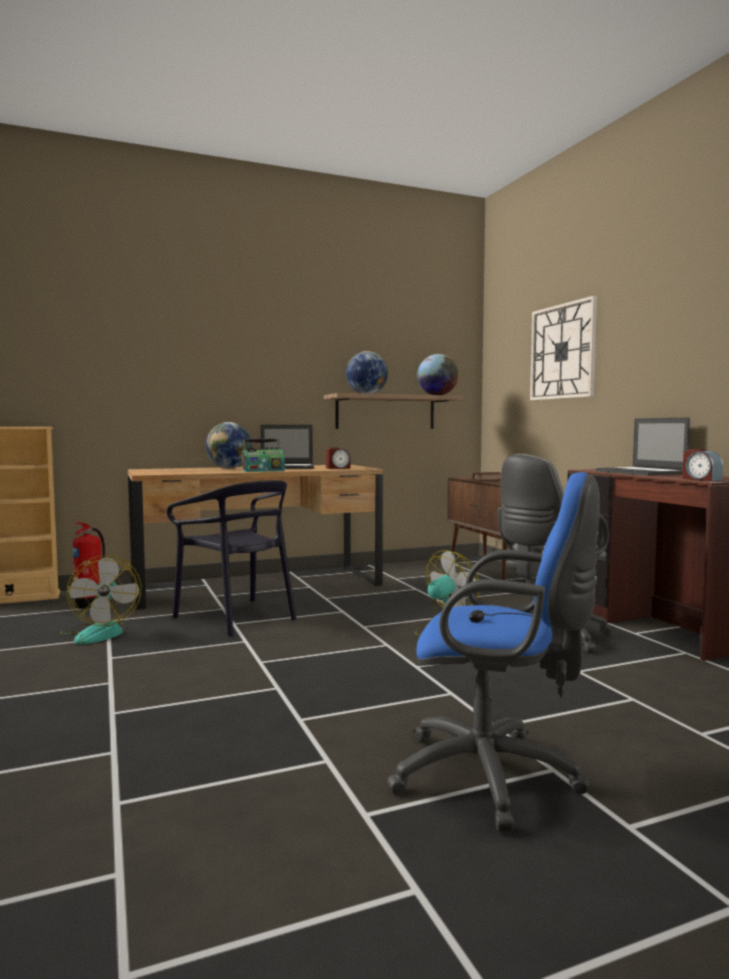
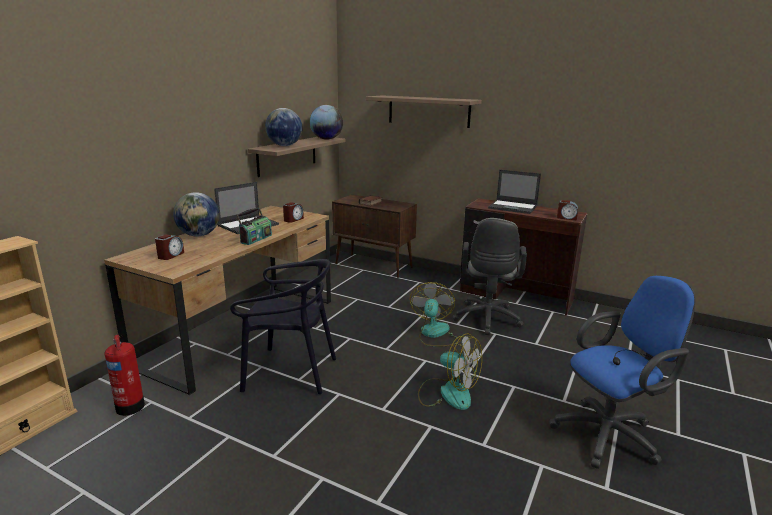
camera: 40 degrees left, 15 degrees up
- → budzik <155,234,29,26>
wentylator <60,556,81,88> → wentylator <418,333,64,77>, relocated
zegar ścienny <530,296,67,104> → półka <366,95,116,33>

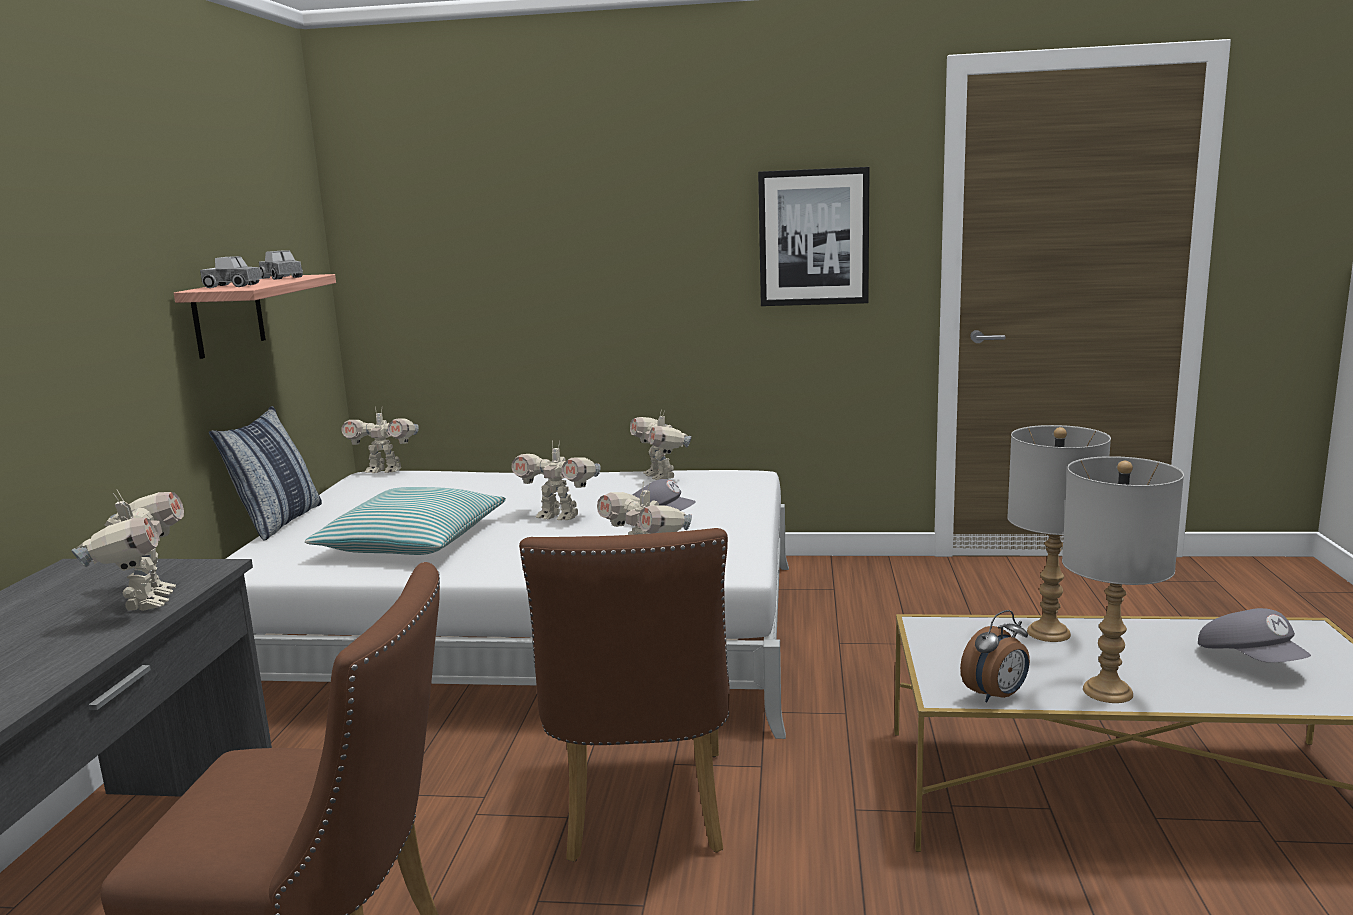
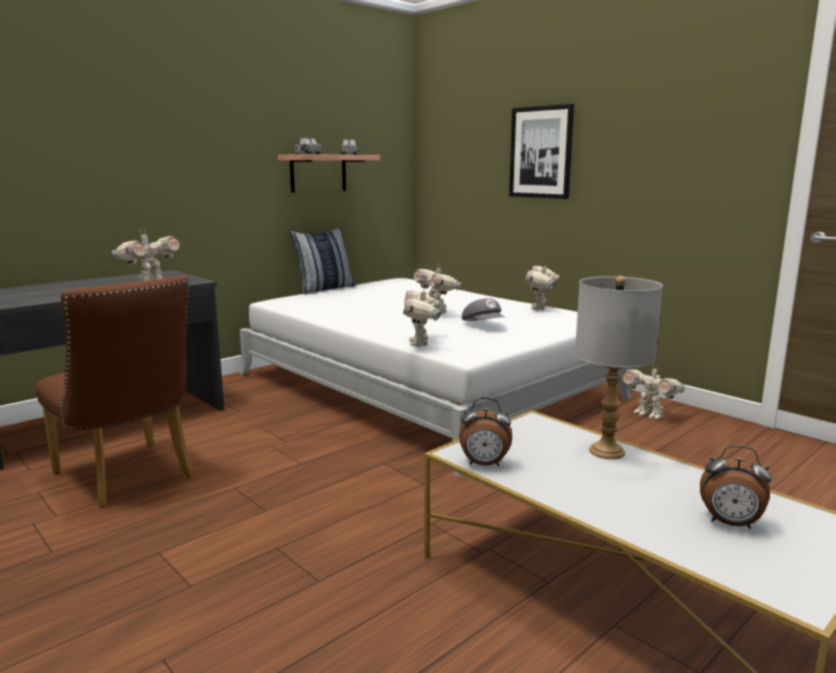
camera: 40 degrees right, 0 degrees up
poduszka <305,487,201,68> → -
krzesło/brązowy <519,528,211,334> → -
lampa stołowa/szary <1062,456,122,247> → -
robot zabawkowy <342,407,77,66> → robot zabawkowy <622,364,63,55>, relocated
obraz <758,167,112,139> → obraz <509,104,65,95>, relocated
czapka z daszkiem/szary <1198,608,113,55> → budzik <700,445,72,84>

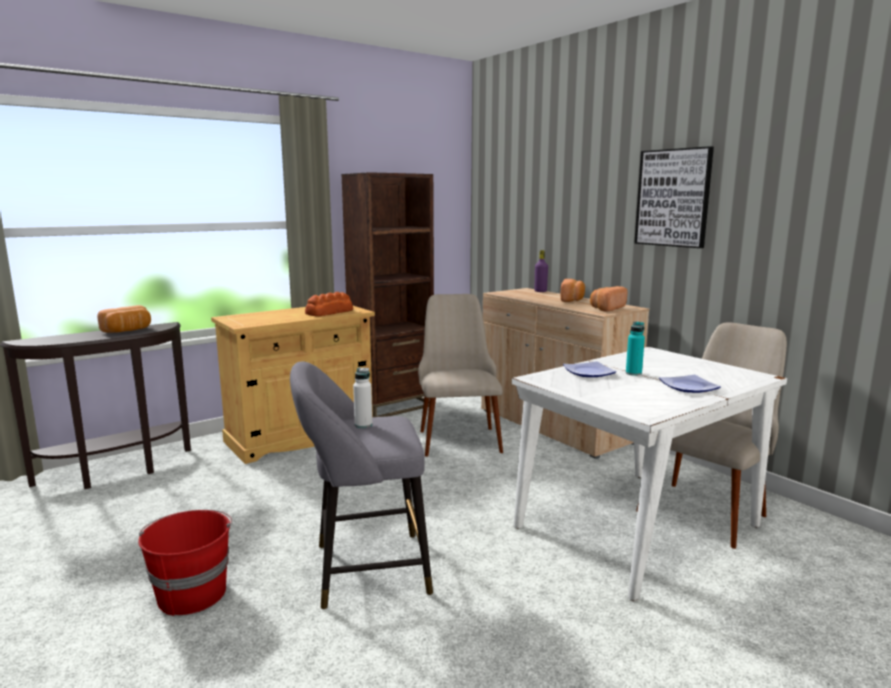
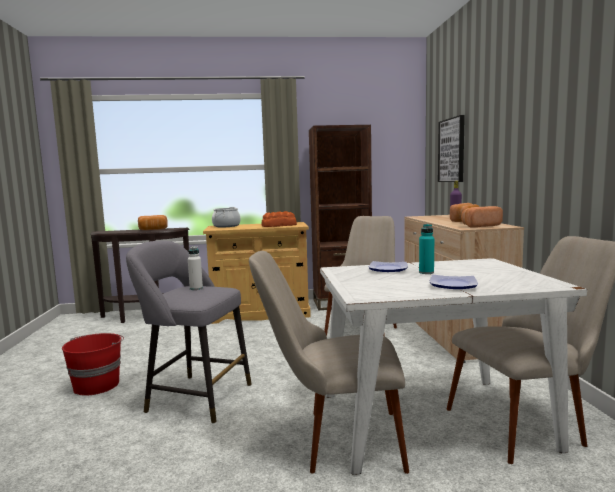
camera: 30 degrees right, 5 degrees down
- → garnek <212,207,29,20>
- → krzesło/beżowy <249,251,160,223>
obraz <634,146,80,102> → obraz <438,115,27,67>, relocated

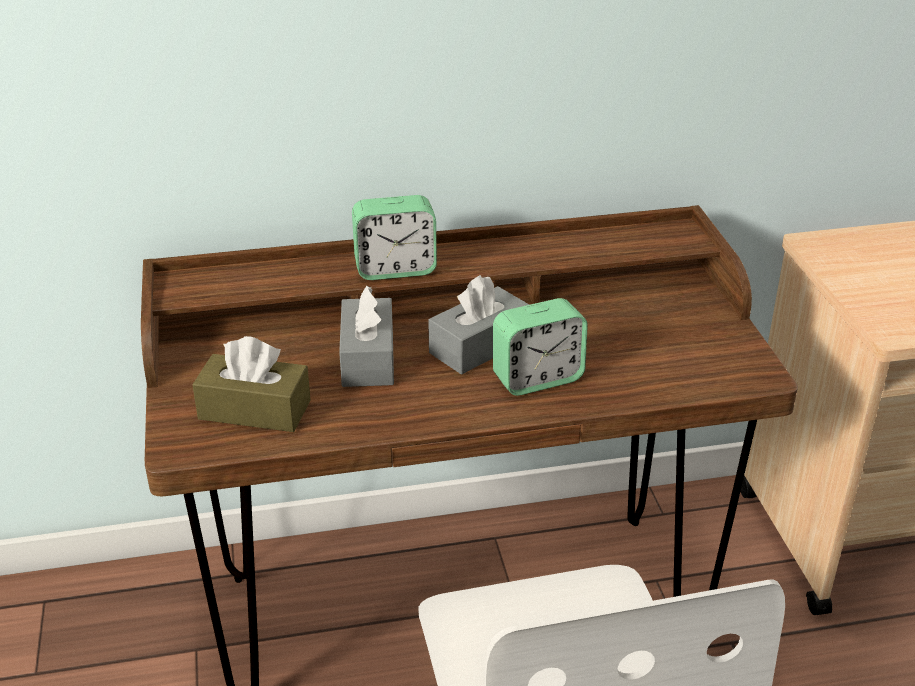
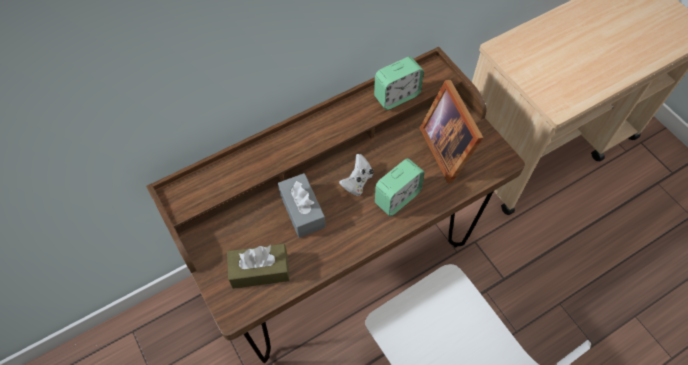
camera: 20 degrees left, 25 degrees up
- → ramka na zdjęcie <420,80,63,103>
budzik <352,195,85,85> → budzik <374,57,50,53>, relocated
pudełko chusteczek/szary <428,275,101,100> → pad do gier/biały <339,154,35,42>

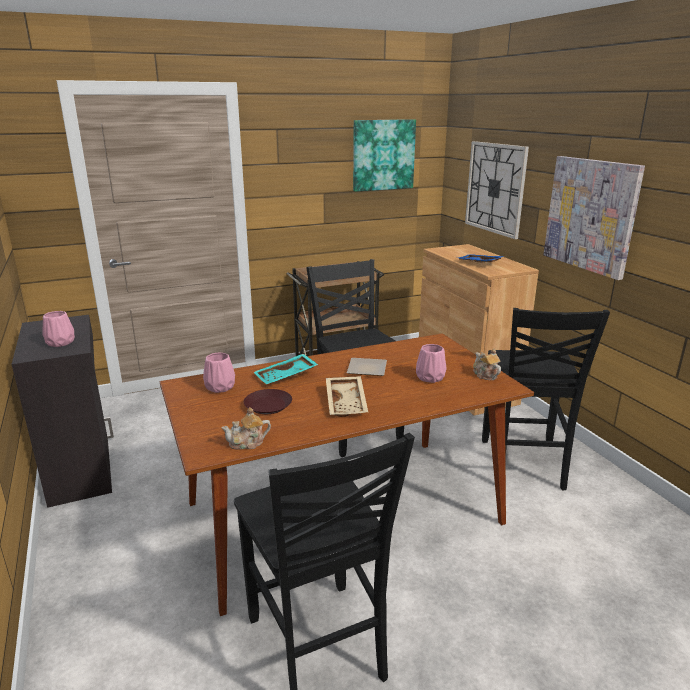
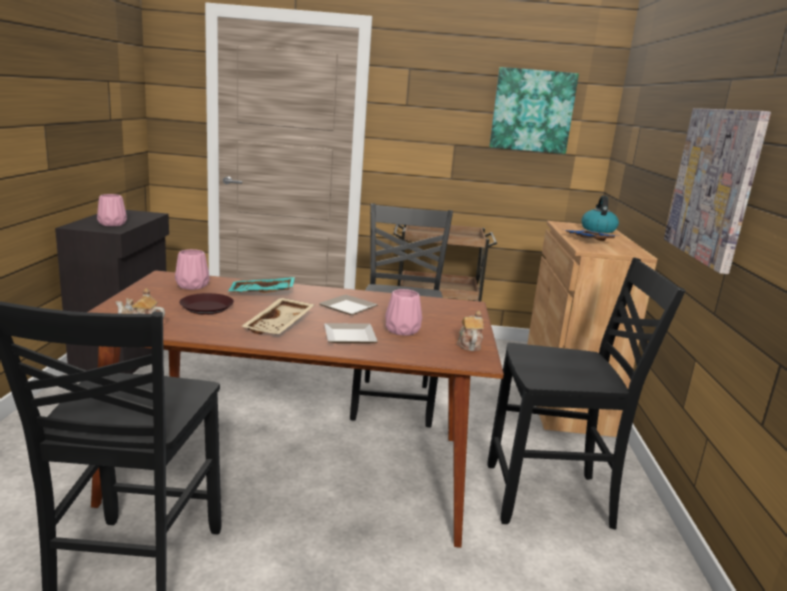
camera: 25 degrees right, 5 degrees down
zegar ścienny <465,141,64,98> → -
- → talerz <324,323,54,20>
- → czajnik <581,196,38,37>
krzesło/czarny <482,308,128,183> → krzesło/czarny <488,257,198,273>, 120 degrees counterclockwise

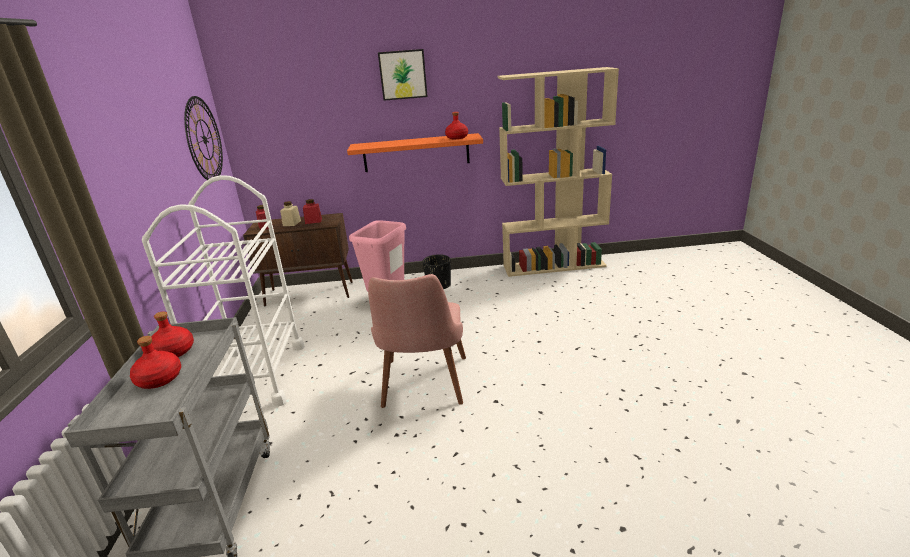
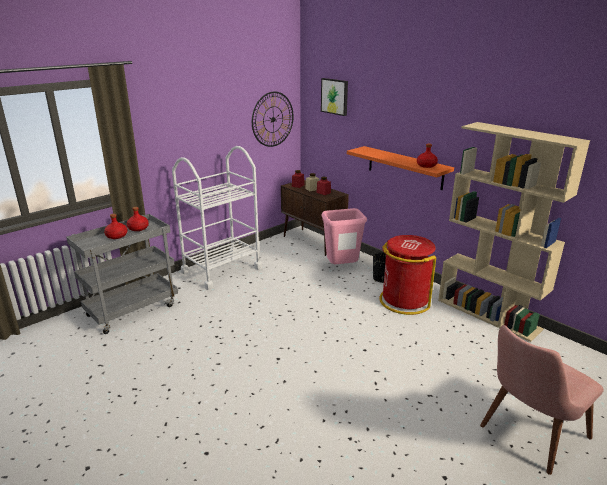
camera: 50 degrees right, 0 degrees up
- → kosz na śmieci/czerwony <379,235,57,80>
krzesło/różowy <368,274,98,134> → krzesło/różowy <480,325,124,150>, relocated
obraz <378,49,50,52> → obraz <321,78,27,38>, relocated

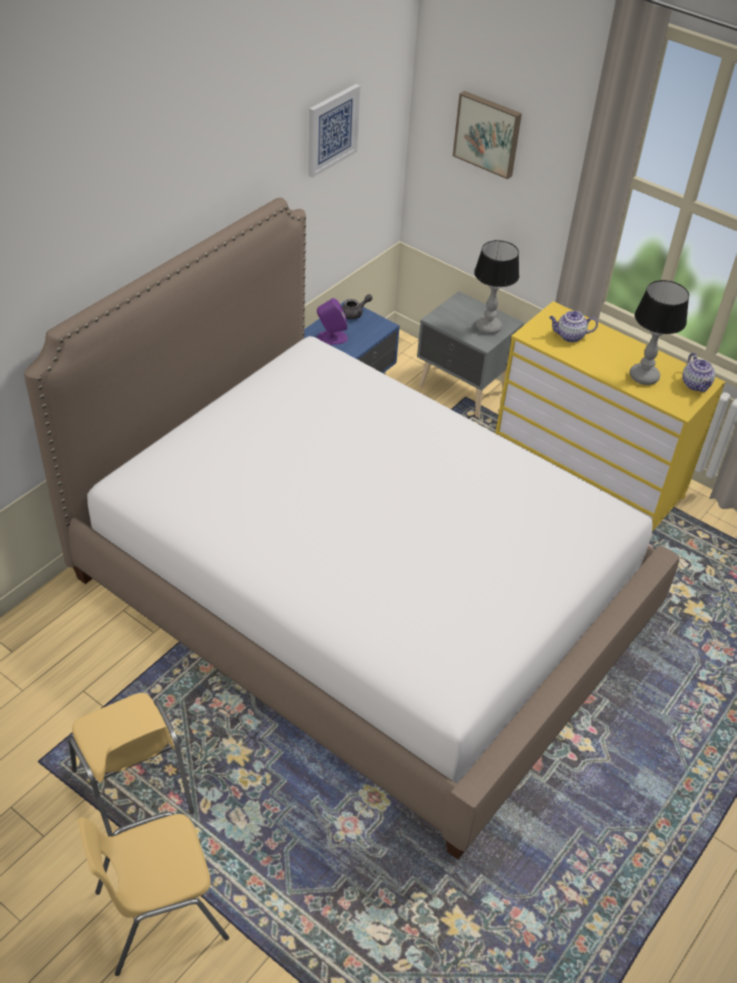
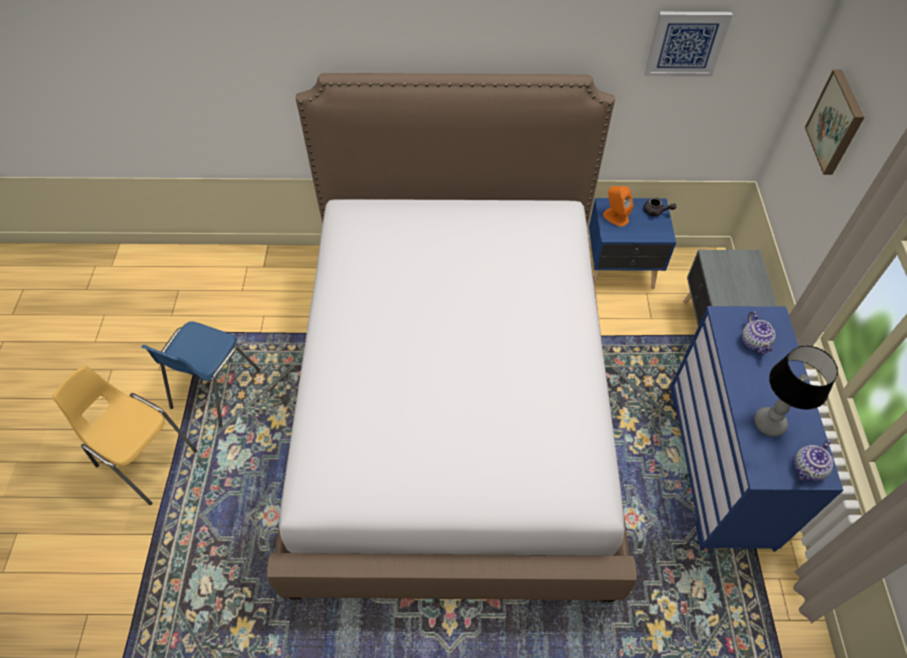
camera: 55 degrees right, 10 degrees up
lampa stołowa <474,240,45,94> → -
krzesło/żółty <68,693,126,144> → krzesło/niebieski <141,322,120,106>
głośnik/fioletowy <317,298,31,47> → głośnik/pomarańczowy <603,186,31,41>
komoda/żółty <495,301,230,230> → komoda/niebieski <670,306,173,246>
imbryk <549,311,49,31> → imbryk <742,311,34,44>, 150 degrees counterclockwise

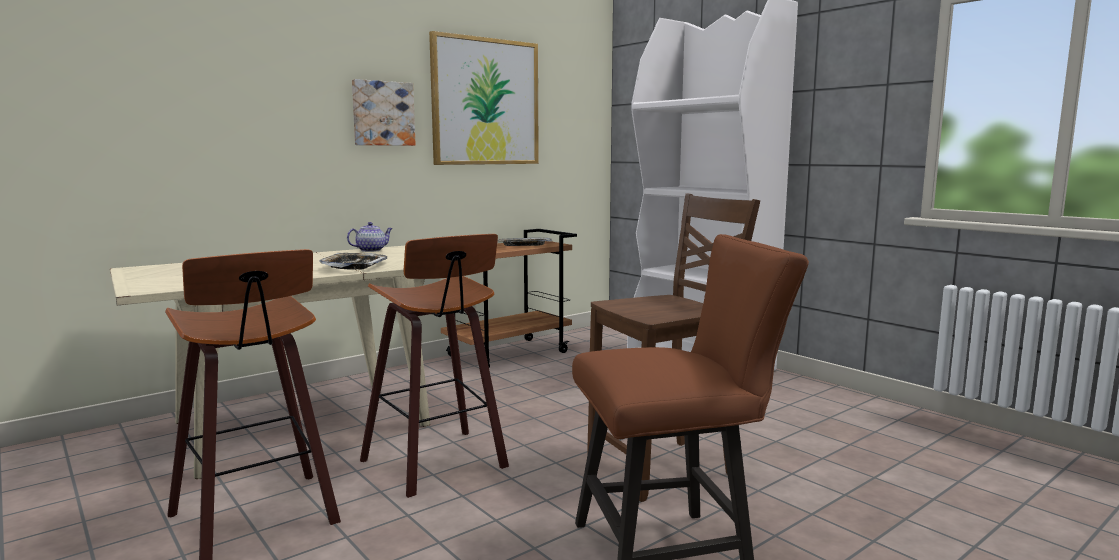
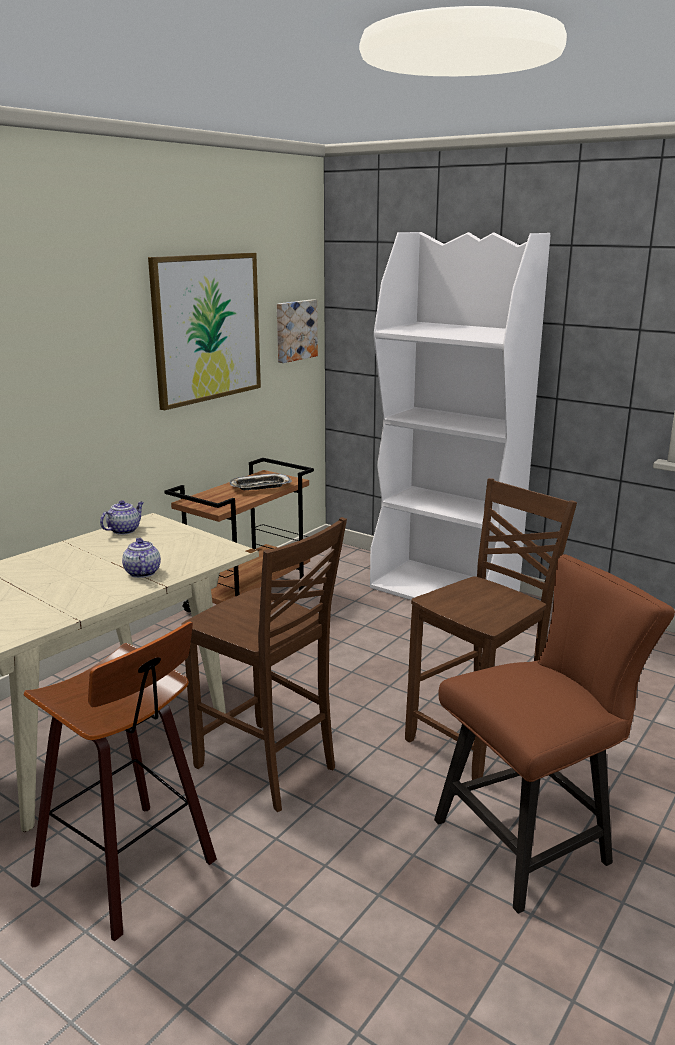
camera: 15 degrees left, 10 degrees up
obraz <352,79,64,67> → obraz <277,299,41,64>, relocated
taca <319,253,68,17> → imbryk <122,538,39,40>
stołek <360,234,149,264> → krzesło/brązowy <181,517,166,295>

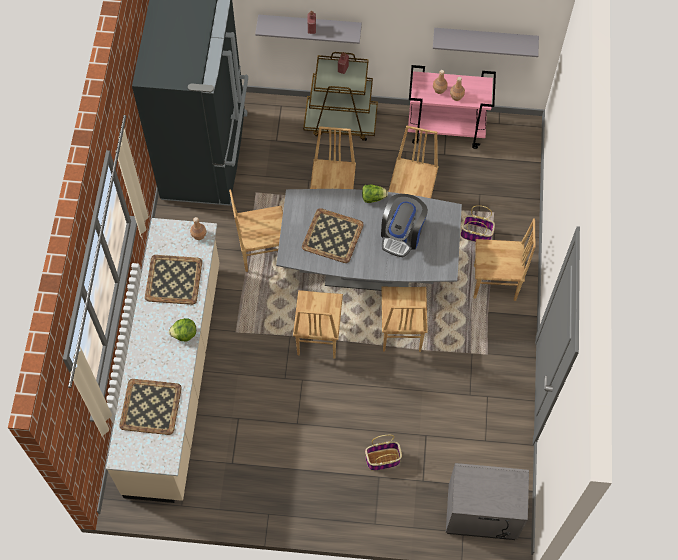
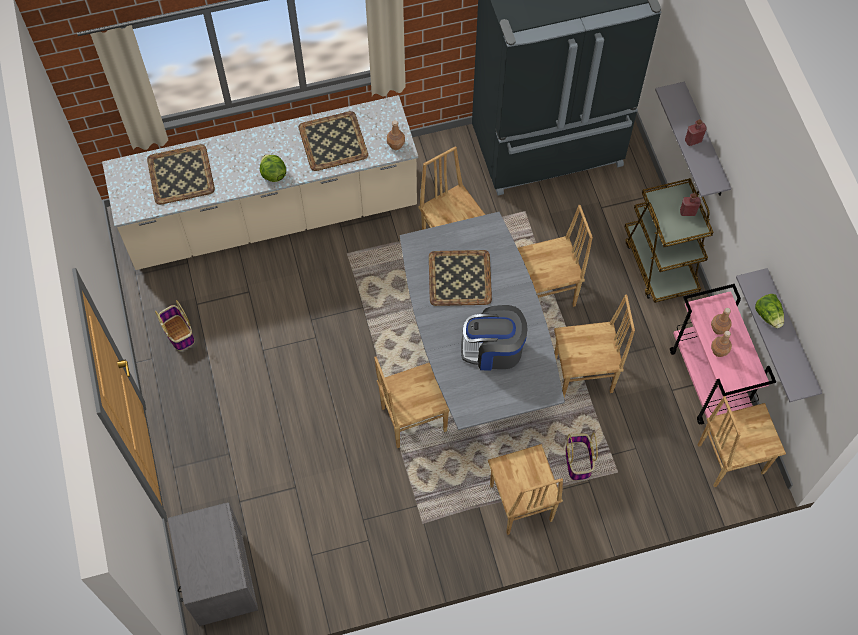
camera: 70 degrees right, 0 degrees up
krzesło/brązowy <293,290,50,69> → krzesło/brązowy <698,396,88,91>, relocated
sałata <362,185,26,18> → sałata <755,294,29,34>, relocated
koszyk <365,435,37,36> → koszyk <155,300,40,51>, relocated

